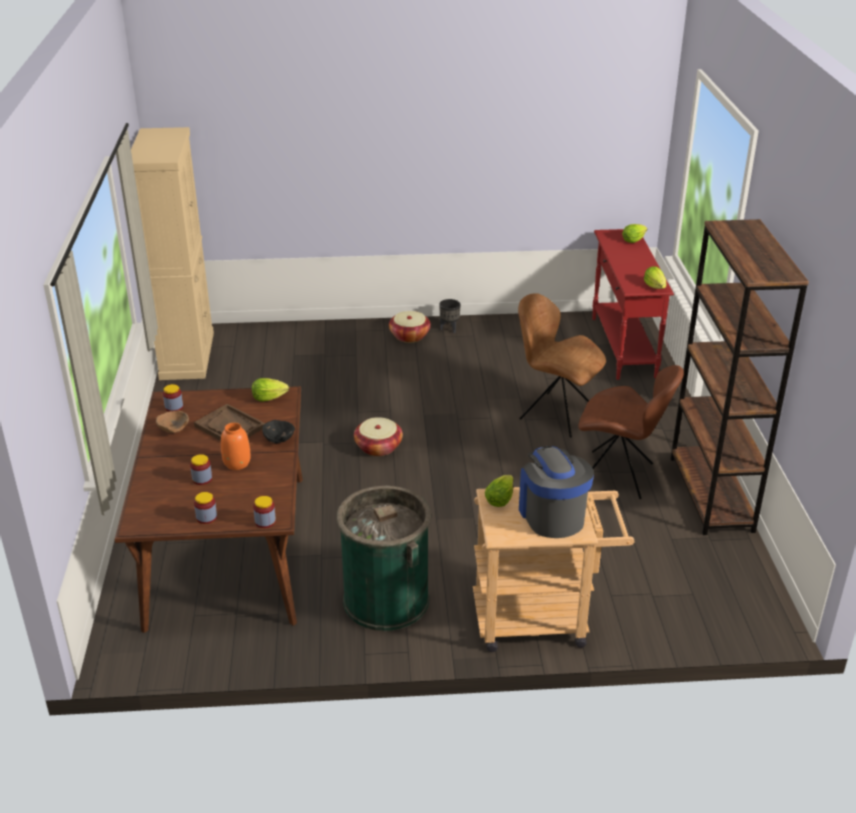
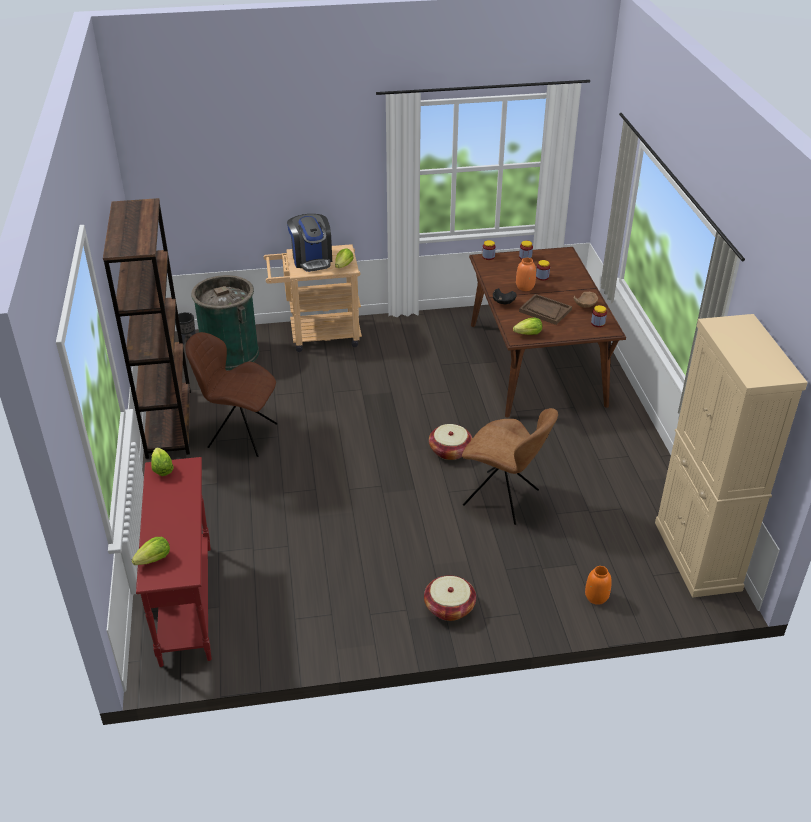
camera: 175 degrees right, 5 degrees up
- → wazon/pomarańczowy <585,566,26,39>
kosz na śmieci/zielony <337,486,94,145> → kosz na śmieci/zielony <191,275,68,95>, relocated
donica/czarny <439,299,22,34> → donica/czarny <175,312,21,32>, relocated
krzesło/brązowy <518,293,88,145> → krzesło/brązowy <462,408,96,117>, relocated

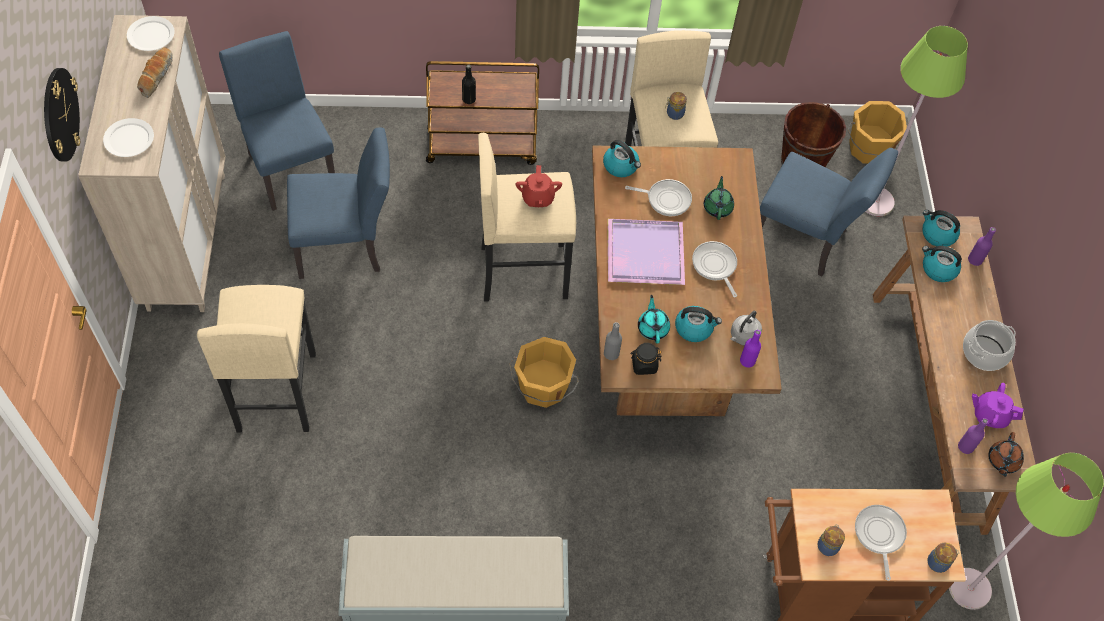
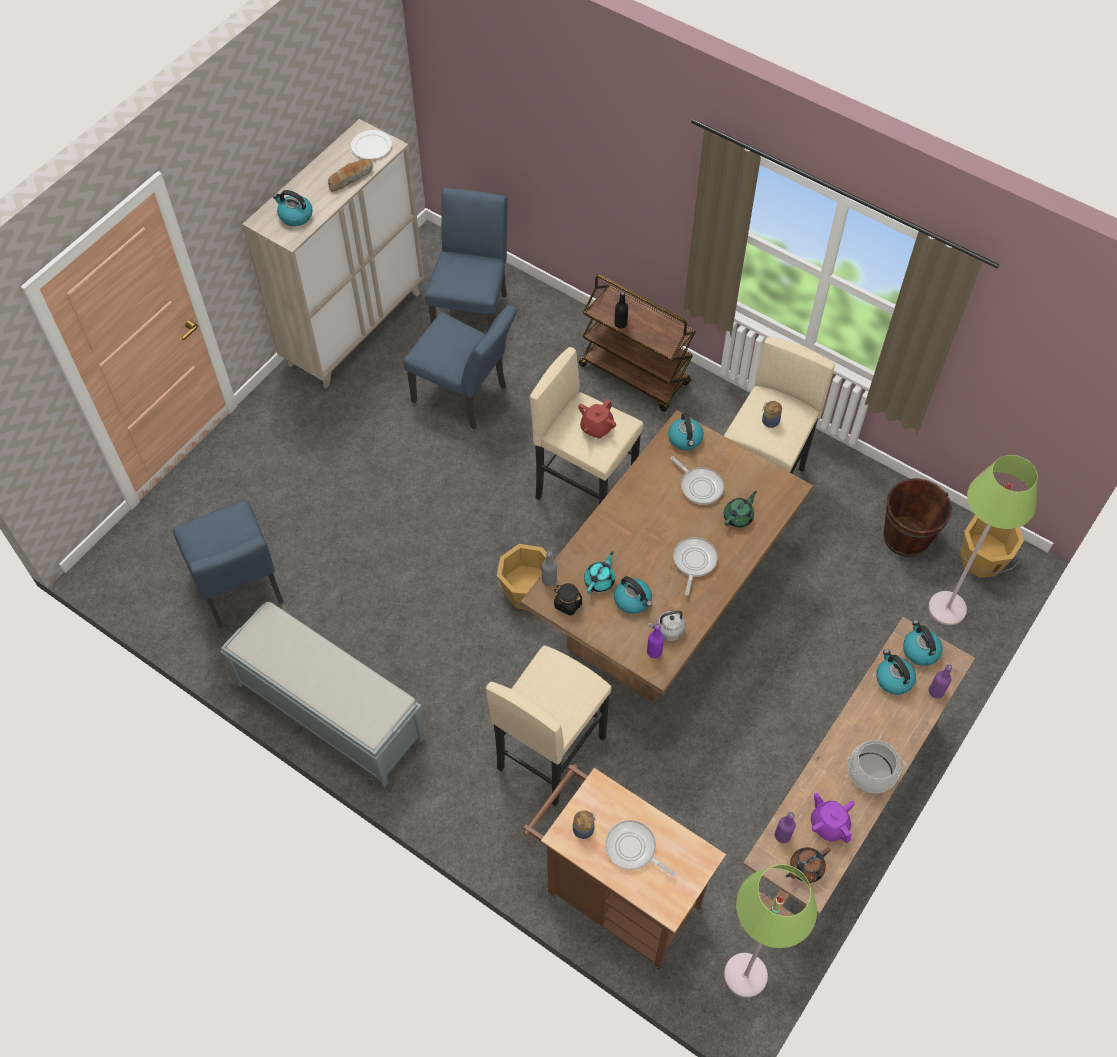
camera: 40 degrees right, 0 degrees up
zegar ścienny <44,68,36,94> → -
taca/fioletowy <608,219,77,66> → -
słoik <927,543,32,30> → -
stołek/beżowy <197,285,119,147> → stołek/beżowy <486,645,126,161>, relocated
krzesło/niebieski <760,148,138,128> → krzesło/niebieski <173,500,111,128>, relocated
talerz/biały <103,118,51,39> → czajnik <273,190,40,36>
patelnia <855,505,52,76> → patelnia <605,820,71,56>, 90 degrees counterclockwise

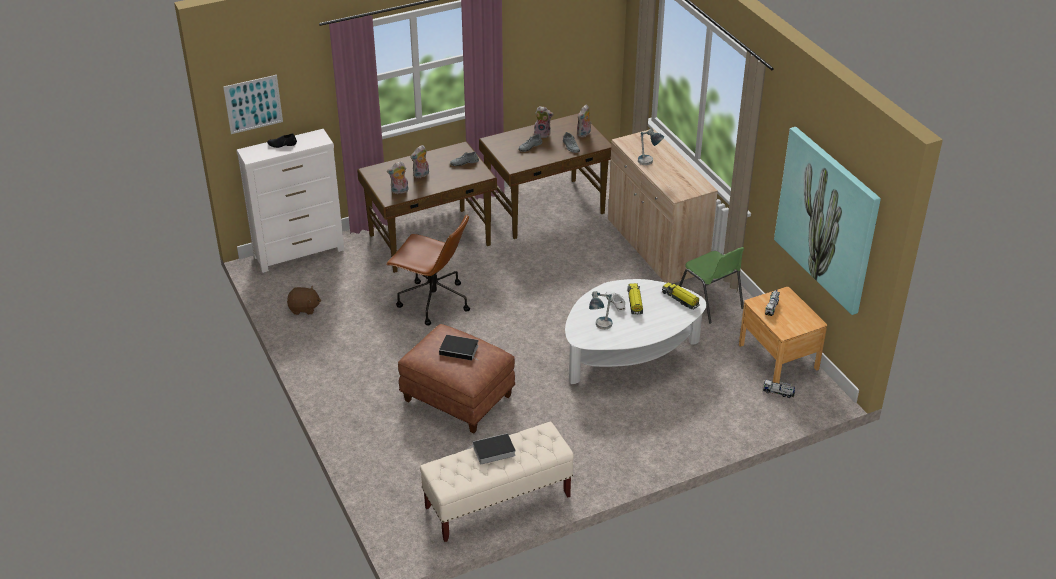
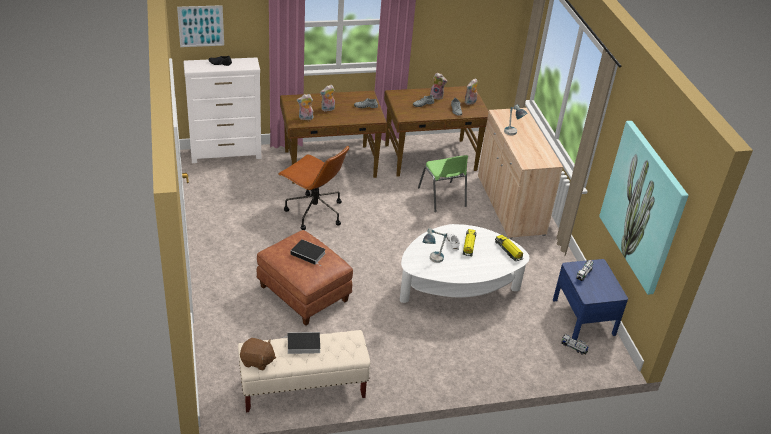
camera: 10 degrees right, 0 degrees up
pluszak/brązowy <287,286,35,29> → pluszak/brązowy <240,338,36,32>, relocated
krzesło/zielony <679,247,65,77> → krzesło/zielony <418,155,50,57>, relocated
szafka nocna/brązowy <739,287,88,96> → szafka nocna/niebieski <553,259,75,81>

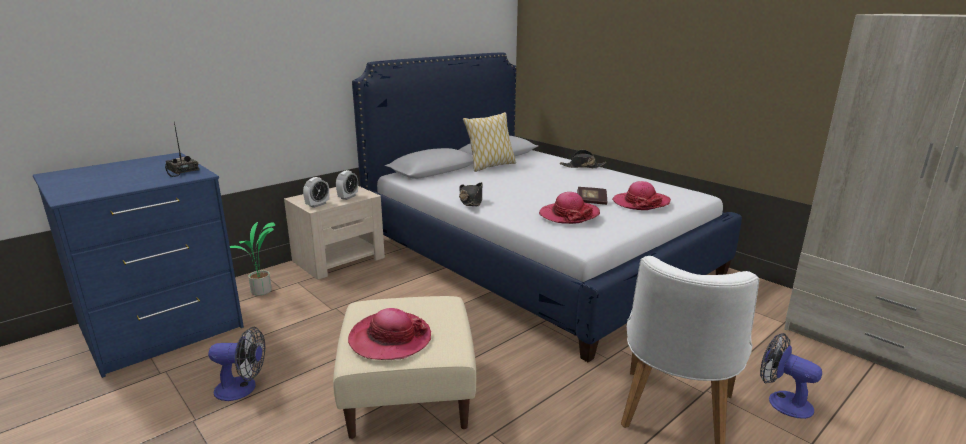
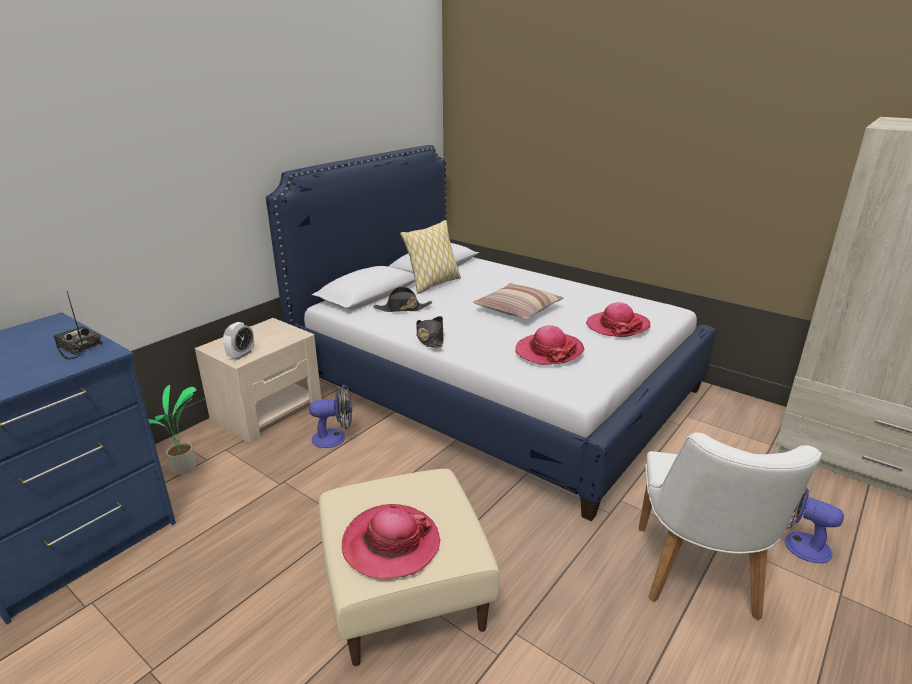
camera: 10 degrees left, 5 degrees up
budzik <336,170,22,30> → -
książka <577,187,30,18> → -
- → poduszka <473,283,90,37>
wentylator <208,327,57,74> → wentylator <309,385,43,63>, relocated
kapelusz/czarny <560,150,47,18> → kapelusz/czarny <373,286,59,26>, relocated

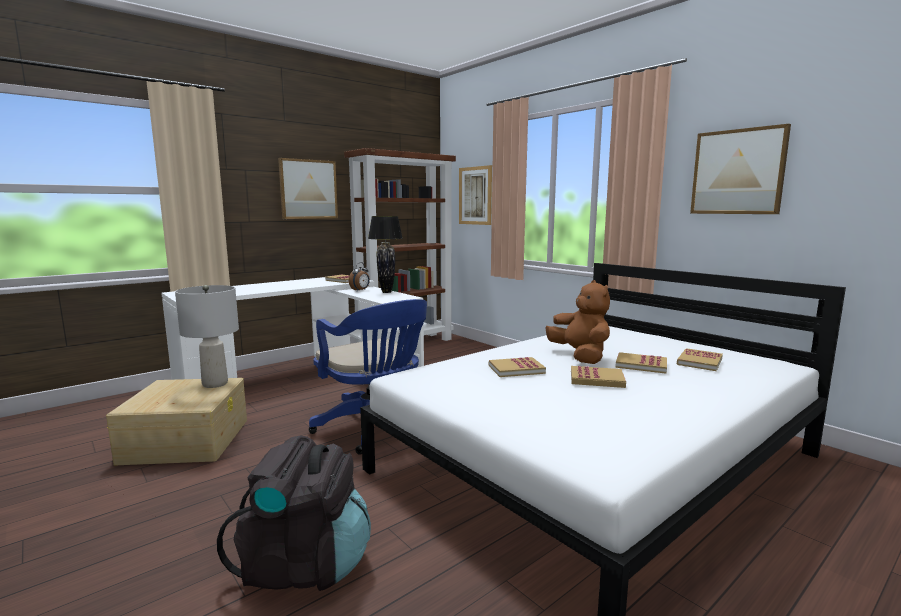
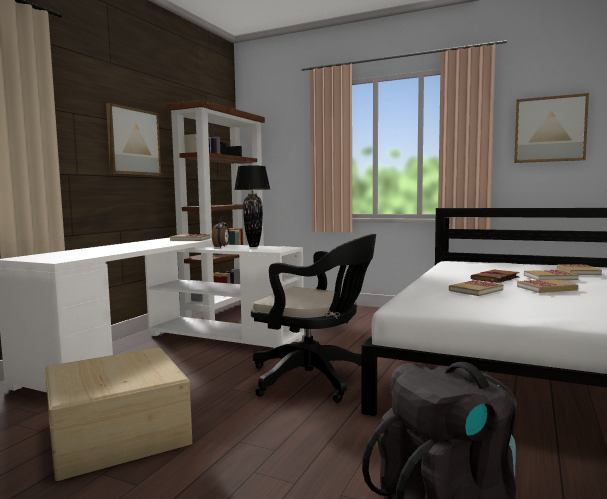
camera: 25 degrees left, 5 degrees down
lampa stołowa/szary <175,285,64,103> → -
obraz <459,165,33,60> → -
pluszak/brązowy <546,280,64,84> → książka/brązowy <470,269,50,14>
krzesło biurowe/niebieski <309,299,118,155> → krzesło biurowe/czarny <251,234,125,169>

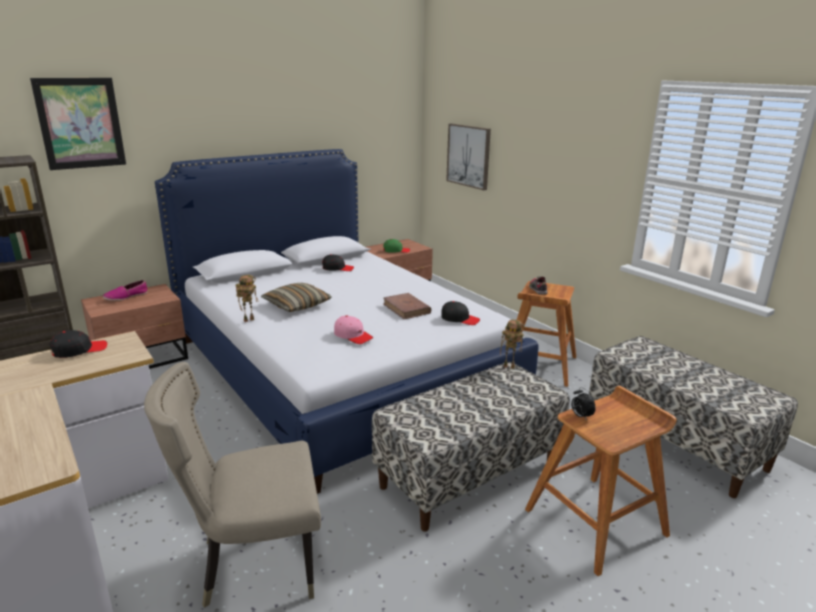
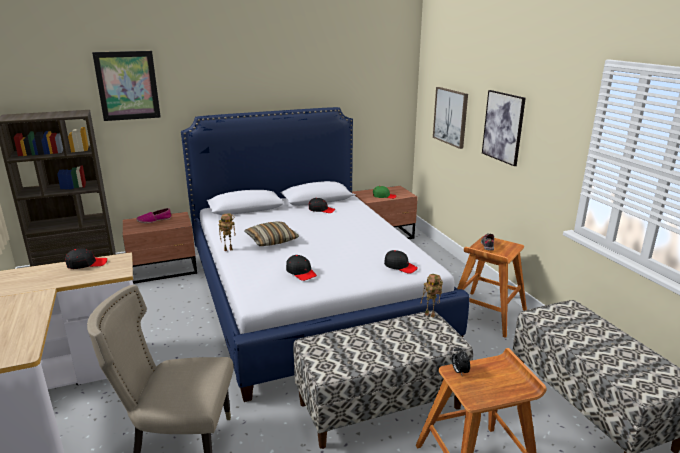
camera: 15 degrees right, 0 degrees up
książka/brązowy <383,293,48,26> → -
- → obraz <482,90,44,76>
czapka z daszkiem/różowy <334,315,39,29> → czapka z daszkiem/czarny <286,255,31,26>

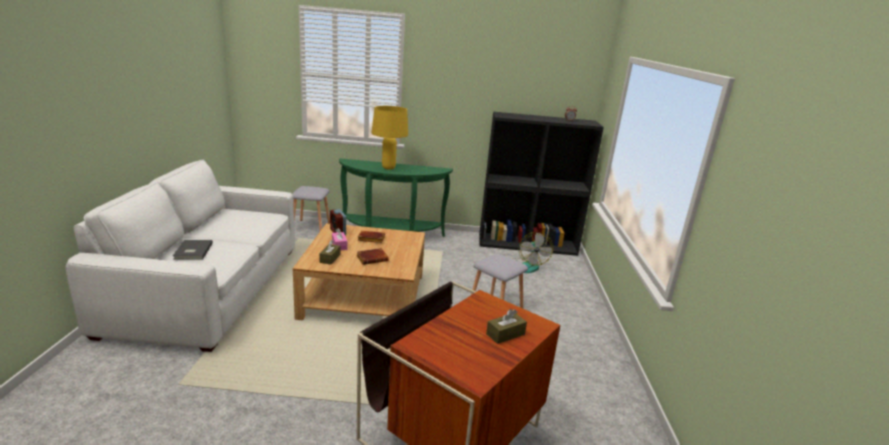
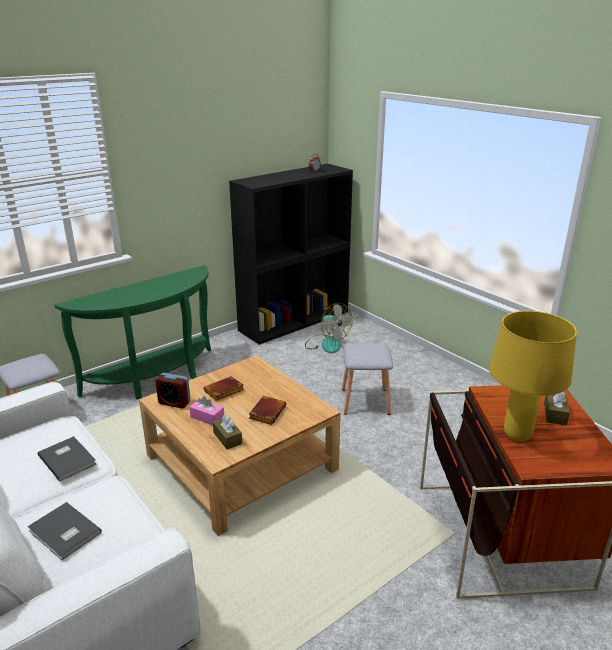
camera: 40 degrees left, 5 degrees up
- → książka/szary <38,436,58,46>
lampa stołowa/żółty <372,106,36,64> → lampa stołowa/żółty <489,311,88,130>, relocated

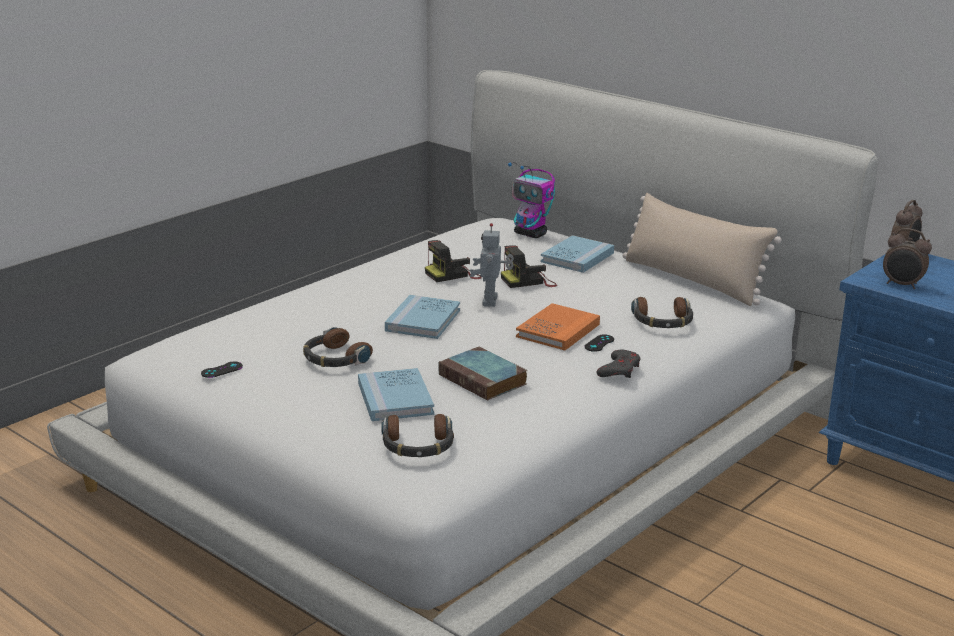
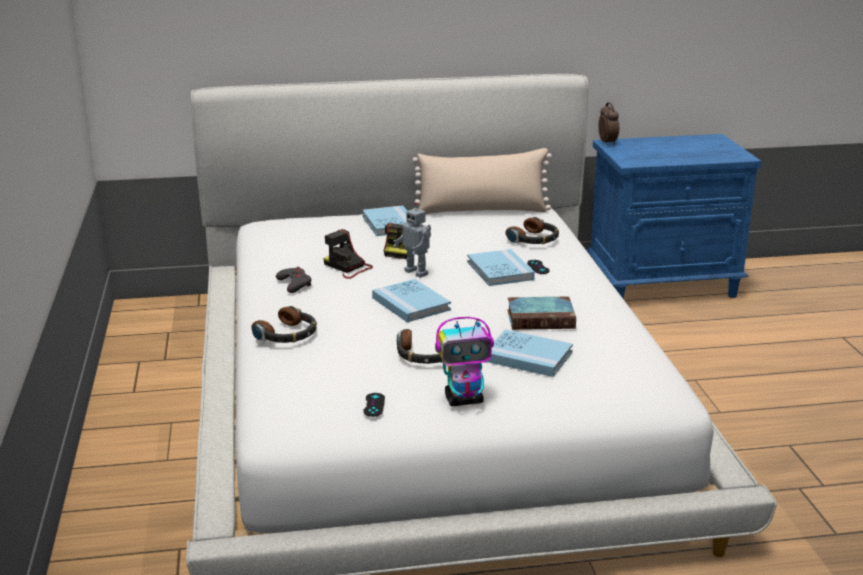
camera: 50 degrees left, 0 degrees up
budzik <883,228,49,61> → -
słuchawki <381,414,73,43> → słuchawki <251,306,66,37>, relocated
robot zabawkowy <508,162,47,76> → robot zabawkowy <435,317,59,89>, relocated
pad do gier/szary <597,349,43,29> → pad do gier/szary <276,267,35,26>, relocated
książka/pomarańczowy <516,303,84,47> → książka/niebieski <467,249,68,37>
aparat fotograficzny <425,240,57,42> → aparat fotograficzny <323,229,50,50>, 120 degrees clockwise

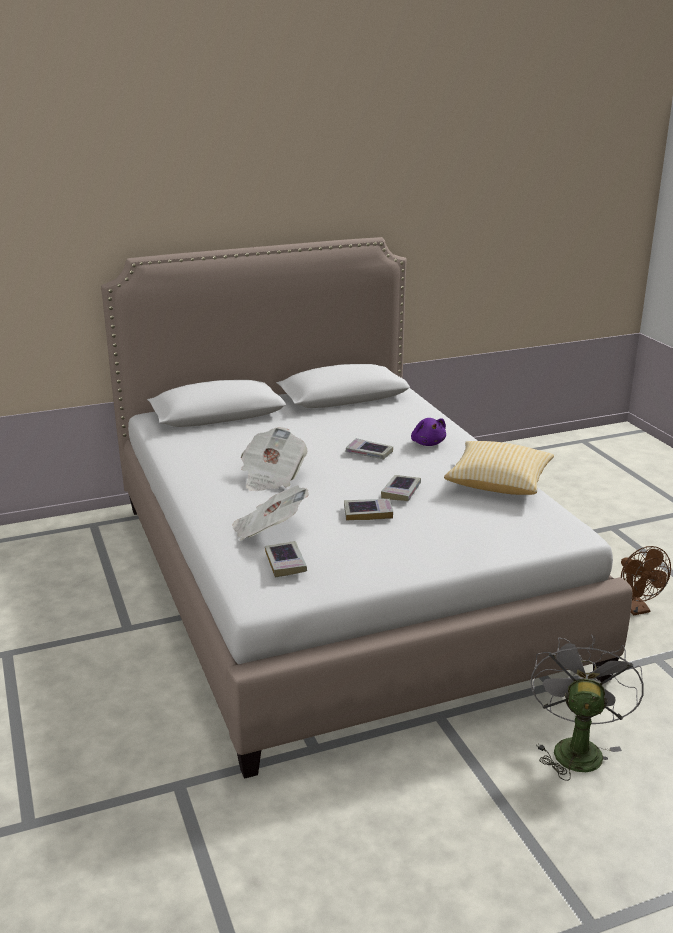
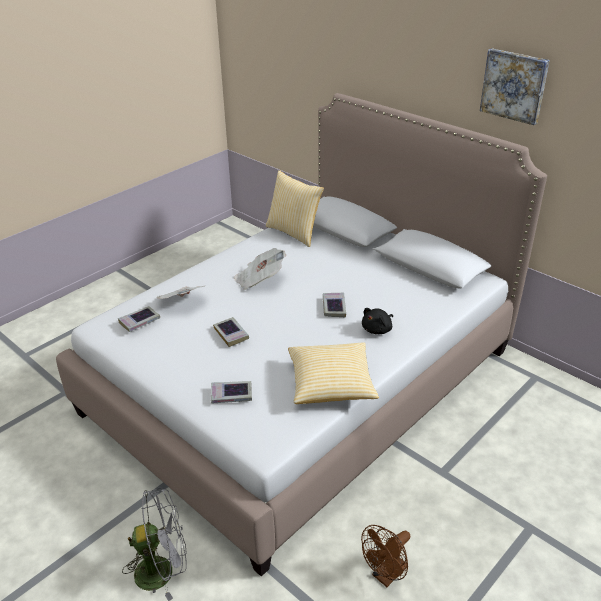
camera: 65 degrees right, 10 degrees up
- → poduszka <266,170,58,77>
- → obraz <480,48,70,77>
książka <381,475,40,26> → książka <211,381,41,23>, relocated
pluszak/fioletowy <411,418,35,28> → pluszak/czarny <362,308,31,26>

